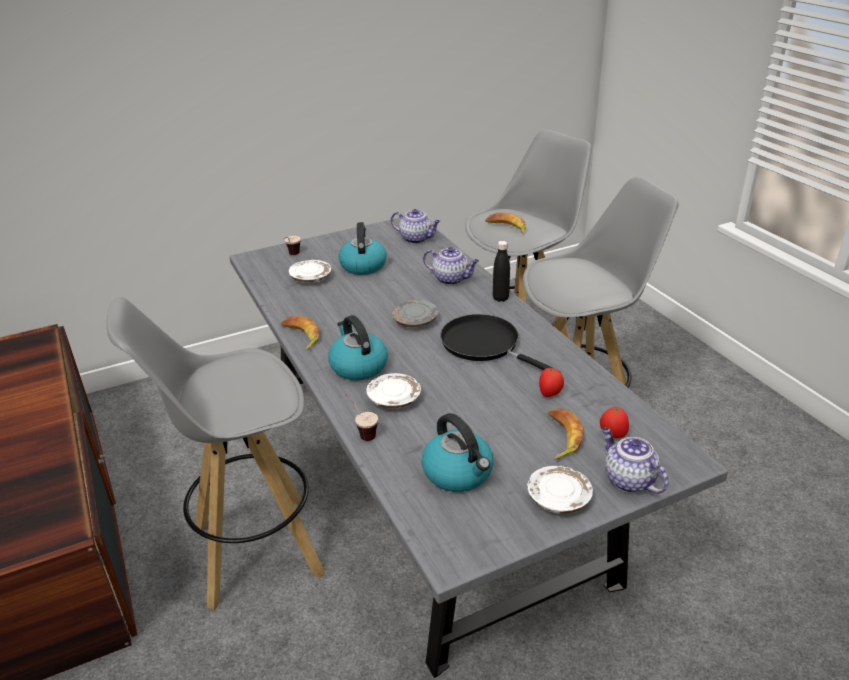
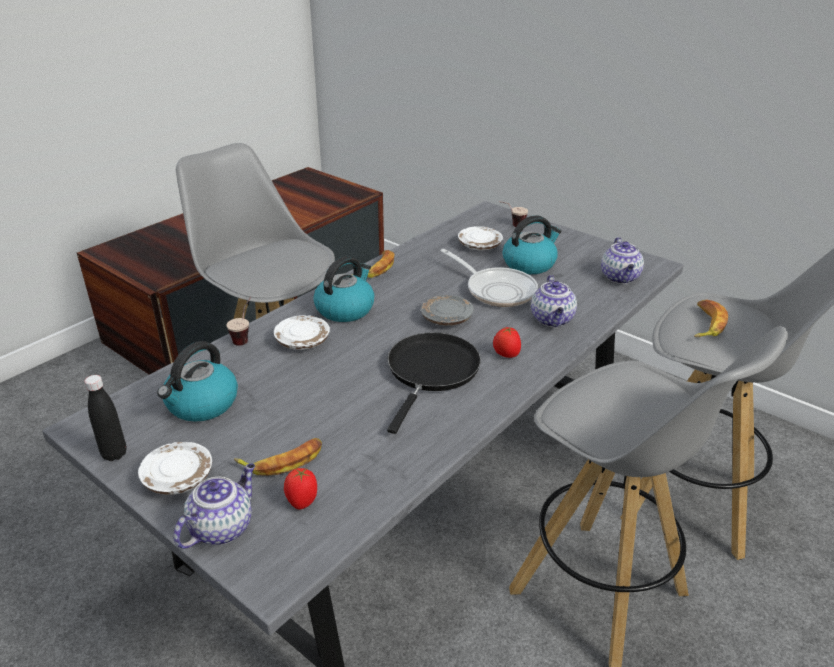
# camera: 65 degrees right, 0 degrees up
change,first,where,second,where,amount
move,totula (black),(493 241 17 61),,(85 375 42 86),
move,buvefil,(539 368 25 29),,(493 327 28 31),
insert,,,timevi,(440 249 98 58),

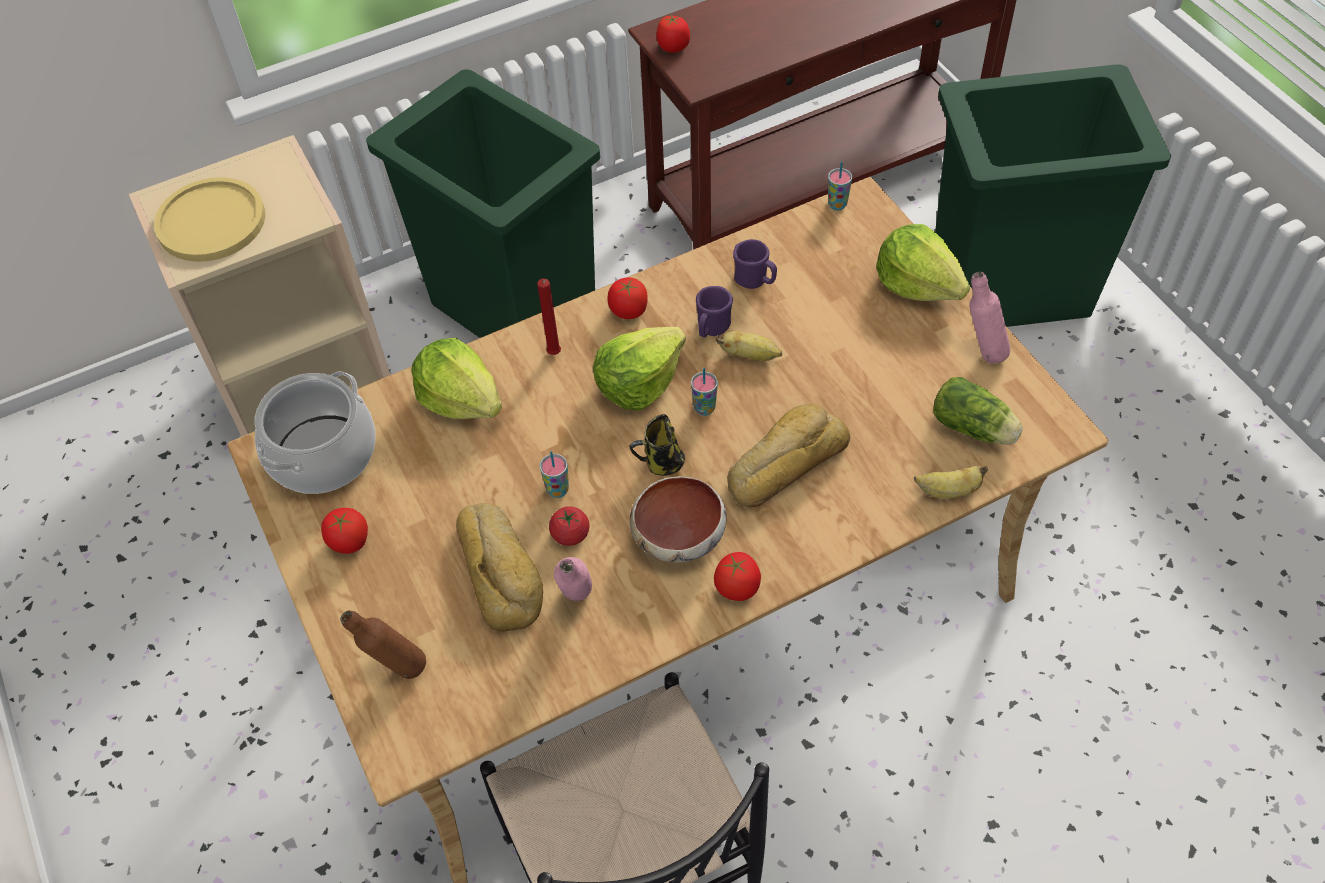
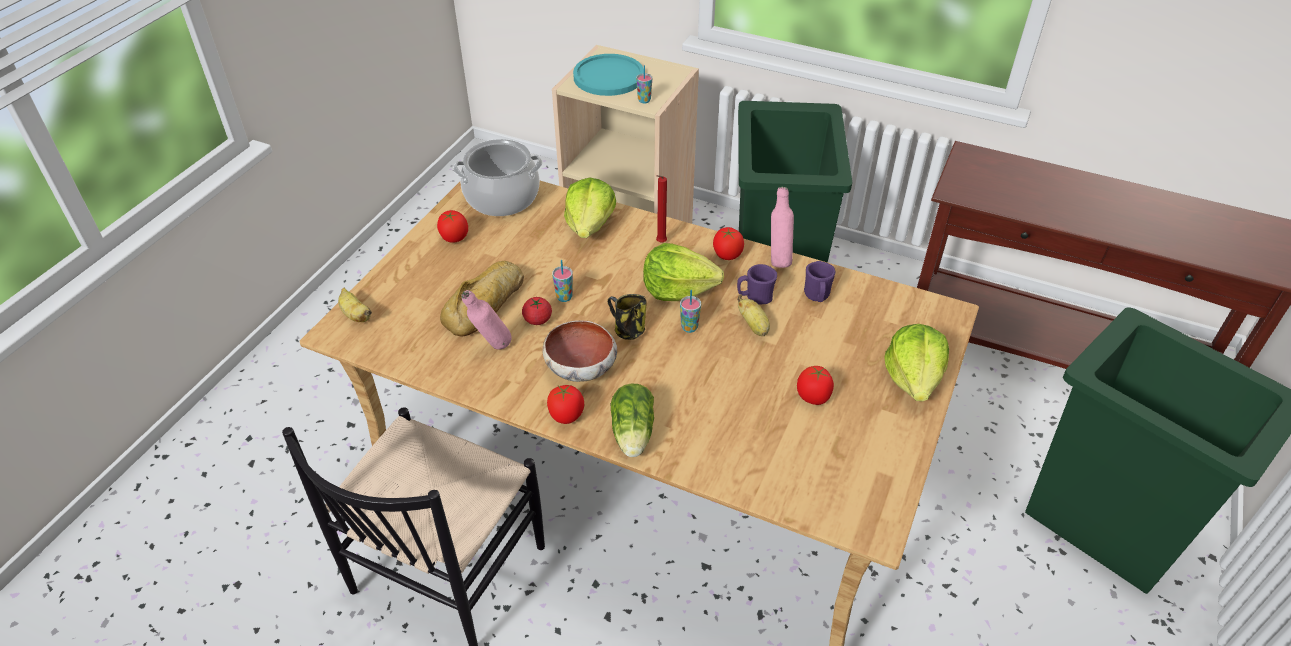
# camera: 50 degrees right, 10 degrees down
change,first,where,second,where,amount
move,buvefil,(656 14 34 39),,(797 366 37 39),
move,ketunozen,(828 161 24 49),,(636 65 16 39),
recolor,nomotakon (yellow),(154 177 111 85),nomotakon (turquoise),(573 54 71 42),
move,totula (pink),(969 272 41 92),,(771 187 23 81),
move,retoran,(933 377 90 68),,(611 384 43 73),
delete,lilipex,(727 404 123 103),,,
move,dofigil,(914 466 74 33),,(338 288 34 34),
delete,totula (brown),(340 611 86 68),,,

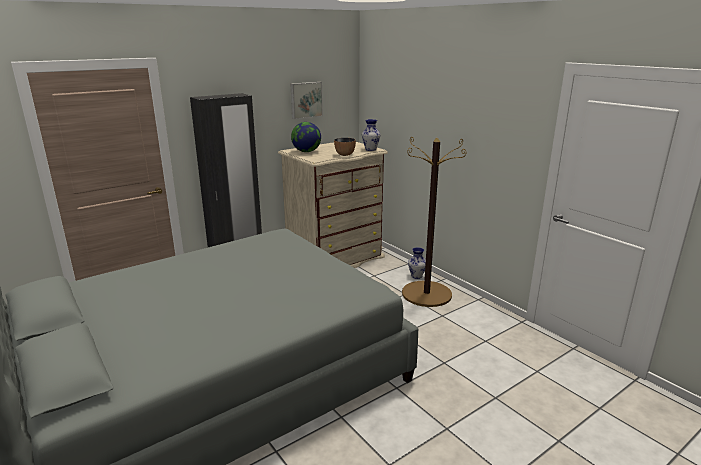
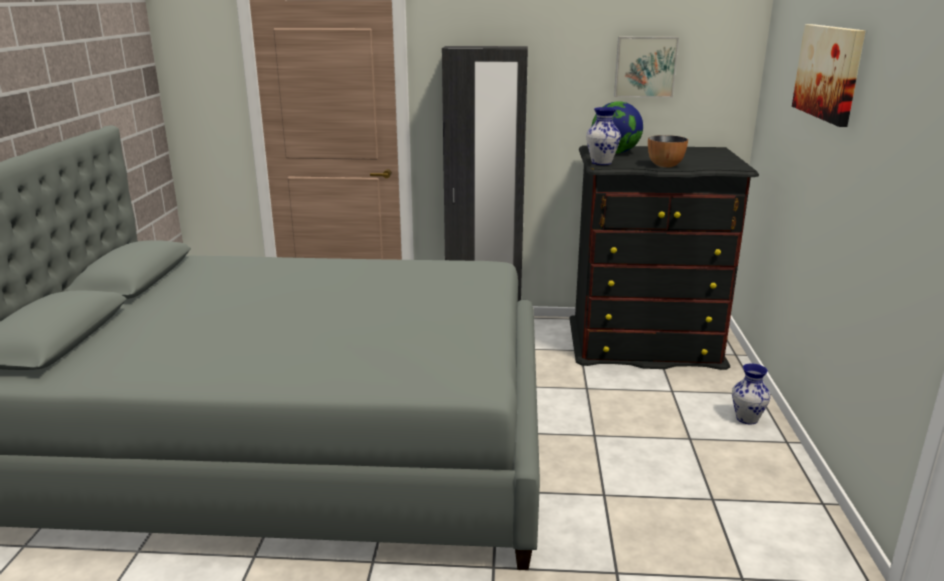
# camera: 40 degrees right, 0 degrees up
change,first,where,second,where,amount
move,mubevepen,(362 119 18 32),,(586 107 35 58),
delete,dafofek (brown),(402 137 64 170),,,
recolor,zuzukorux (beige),(278 142 110 126),zuzukorux (black),(569 146 190 224),
insert,,,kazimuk,(792 24 74 103),

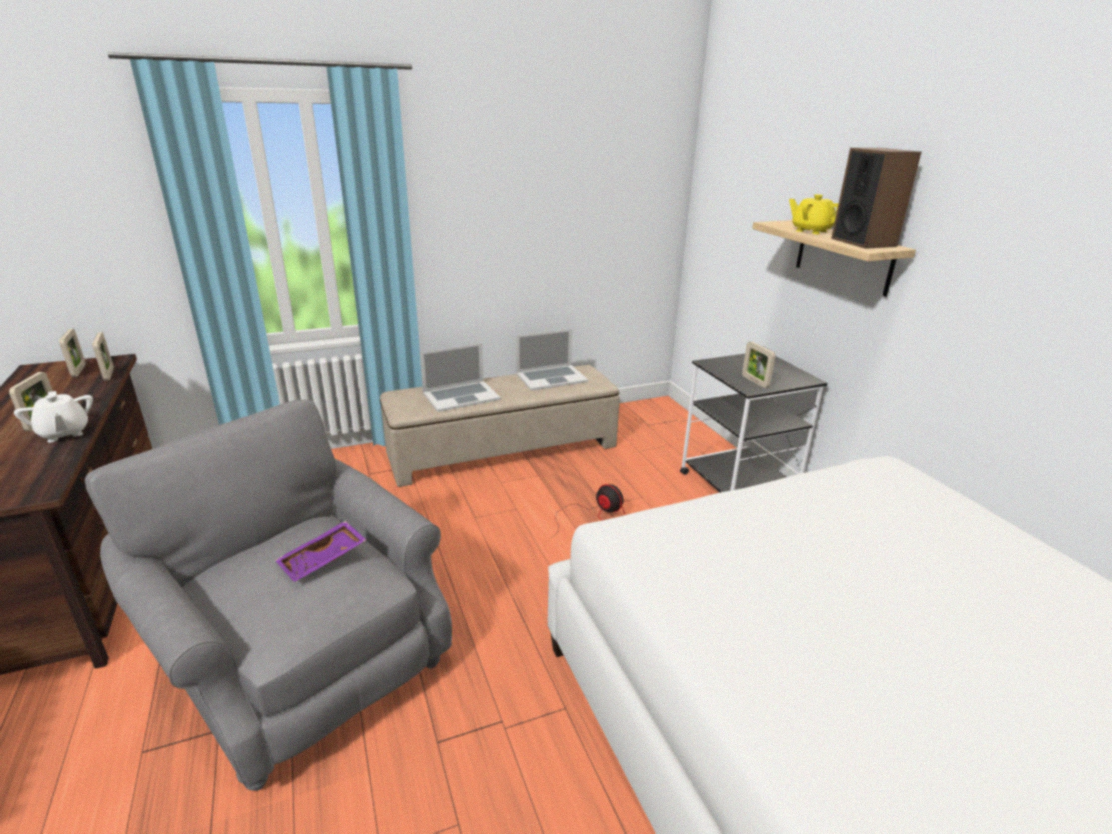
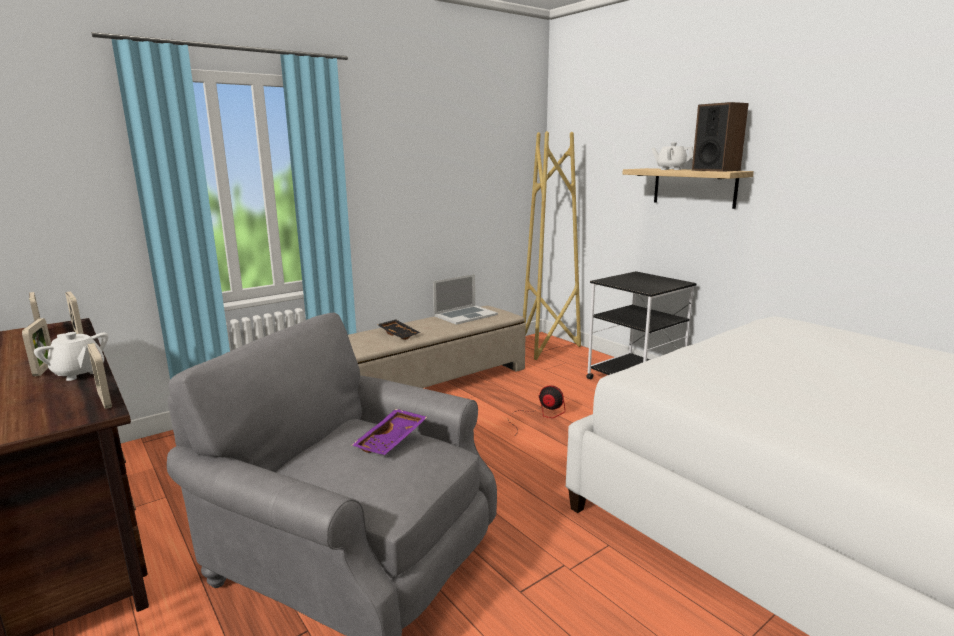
# camera: 15 degrees left, 10 degrees down
change,first,where,second,where,amount
recolor,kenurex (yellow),(789 194 50 40),kenurex (white),(651 142 43 28),
move,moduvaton,(742 342 33 46),,(87 343 25 66),
replace,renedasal,(420 343 81 69),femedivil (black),(377 320 44 20),
insert,,,dafofek (yellow),(523 131 58 229),

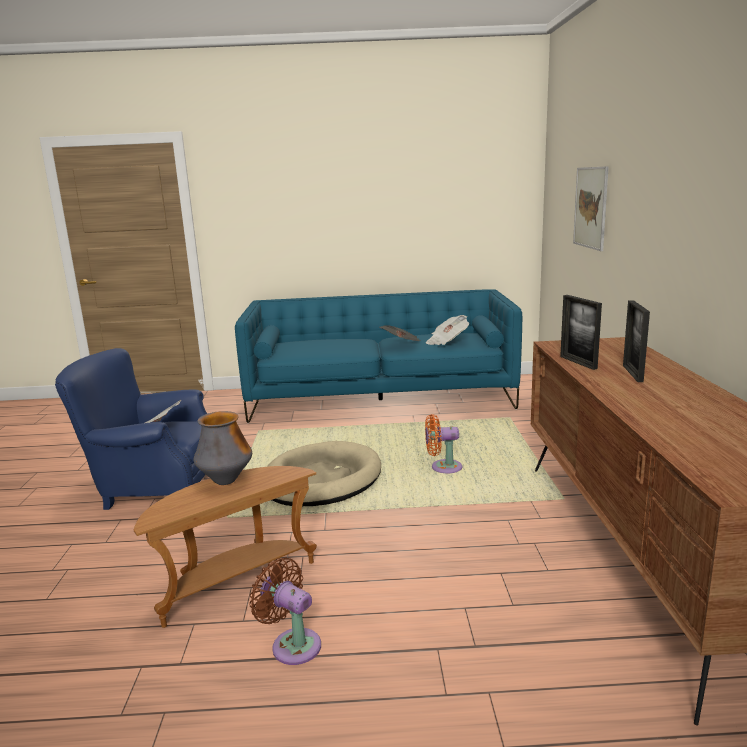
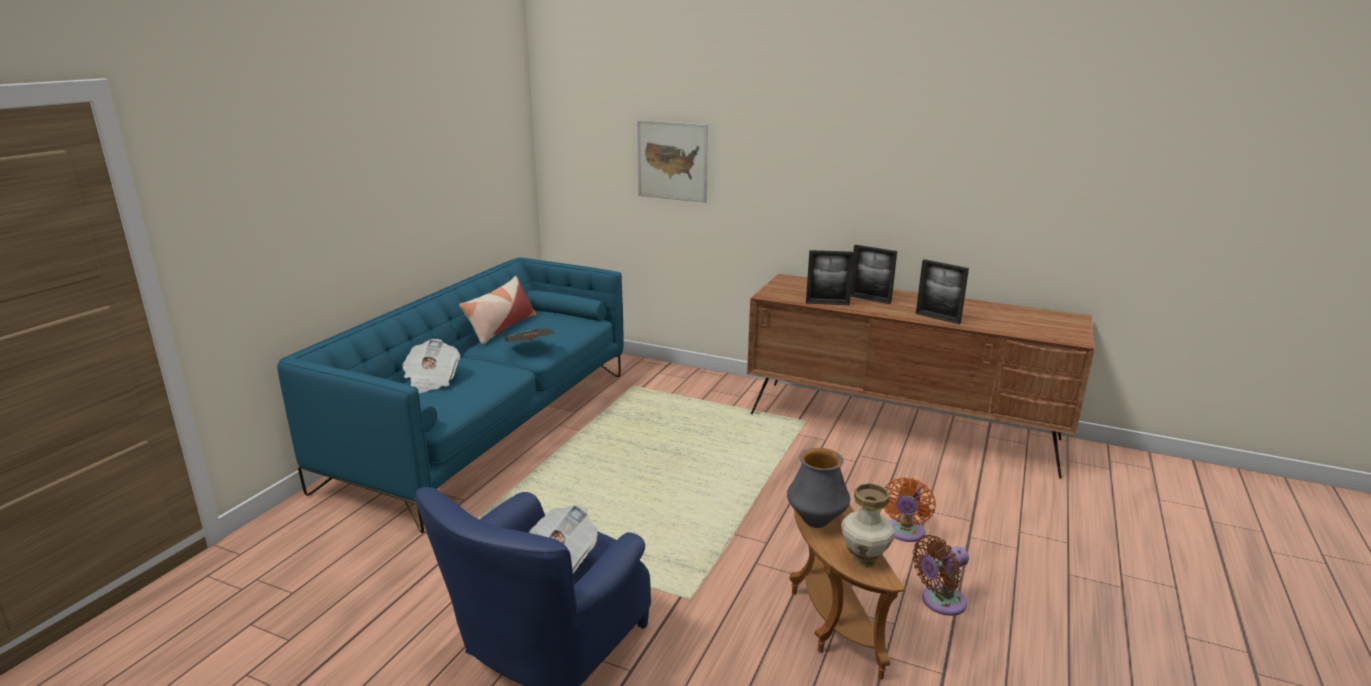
# camera: 65 degrees left, 5 degrees up
change,first,where,second,where,amount
move,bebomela,(426 315 43 30),,(402 339 58 54),
move,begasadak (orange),(425 414 37 59),,(884 477 52 65),
delete,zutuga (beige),(267 441 114 65),,,
insert,,,moduvaton,(916 259 53 65),
insert,,,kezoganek,(459 276 78 69),
insert,,,mubevepen,(841 483 54 85),

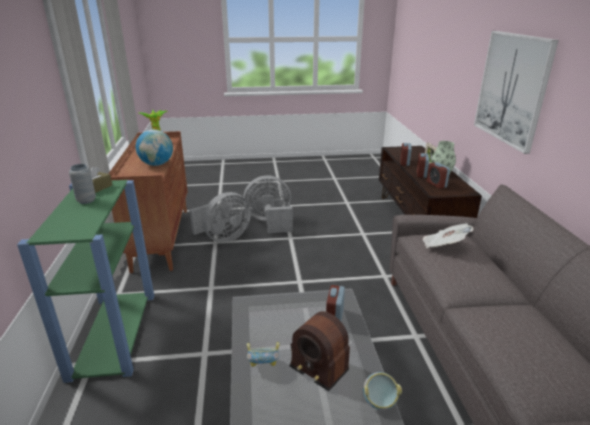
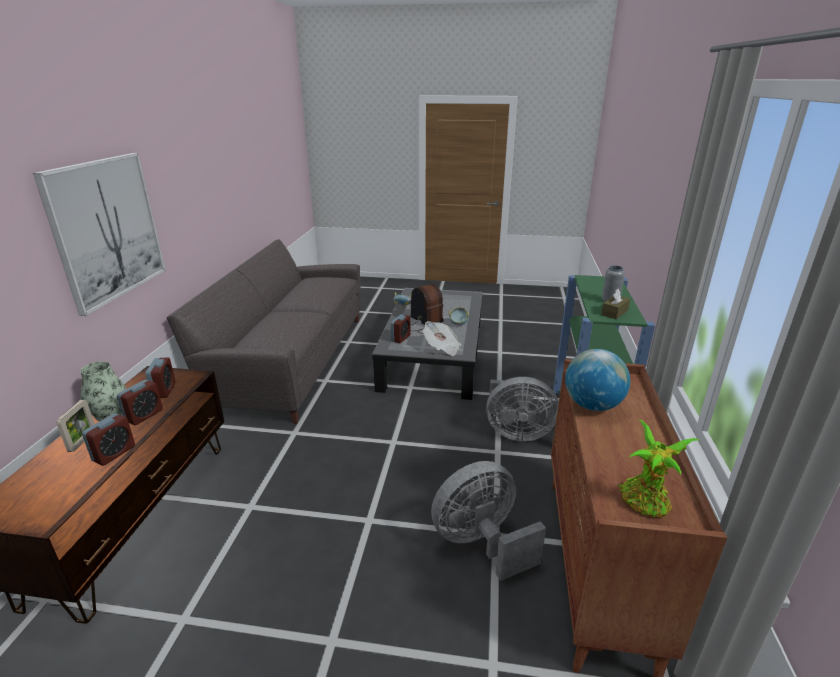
# camera: 165 degrees left, 0 degrees up
change,first,where,second,where,amount
move,begasadak (grey),(243 175 50 58),,(486 377 73 64),
move,bebomela,(423 223 50 25),,(422 321 39 35),

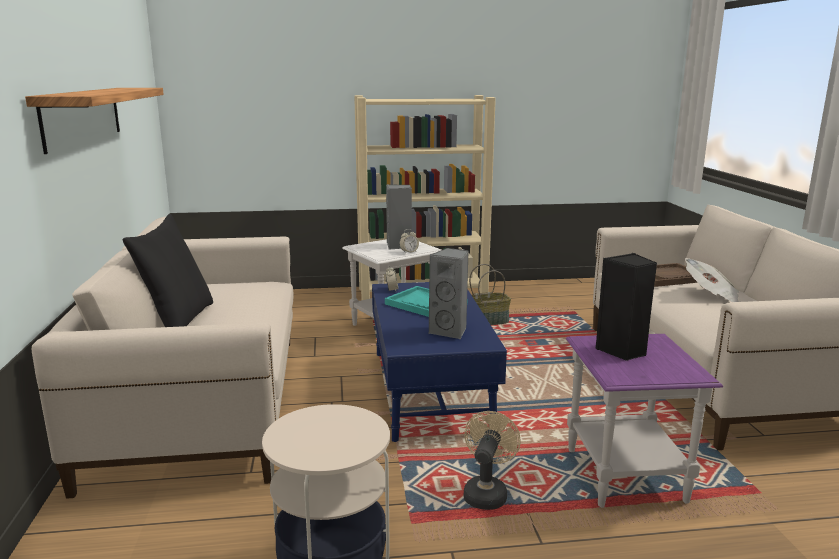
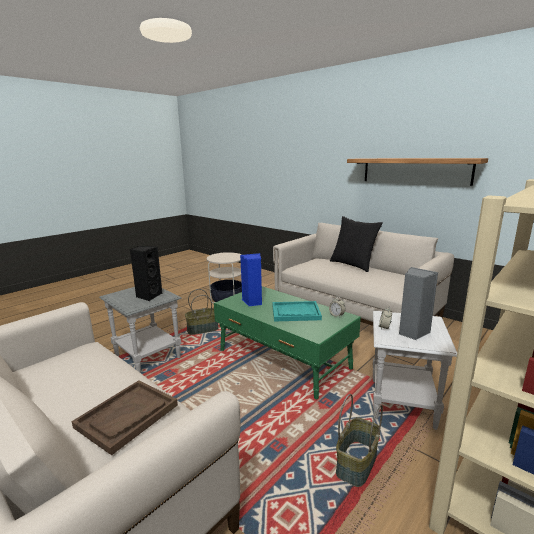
# camera: 140 degrees right, 0 degrees up
change,first,where,second,where,amount
recolor,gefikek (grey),(429 248 40 91),gefikek (blue),(240 253 22 53),
delete,bebomela,(685 258 54 44),,,
recolor,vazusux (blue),(372 282 135 160),vazusux (green),(214 286 147 113),
recolor,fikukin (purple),(566 334 157 174),fikukin (grey),(99 287 83 86),
replace,begasadak (beige),(464 411 57 99),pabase,(185 289 34 46),

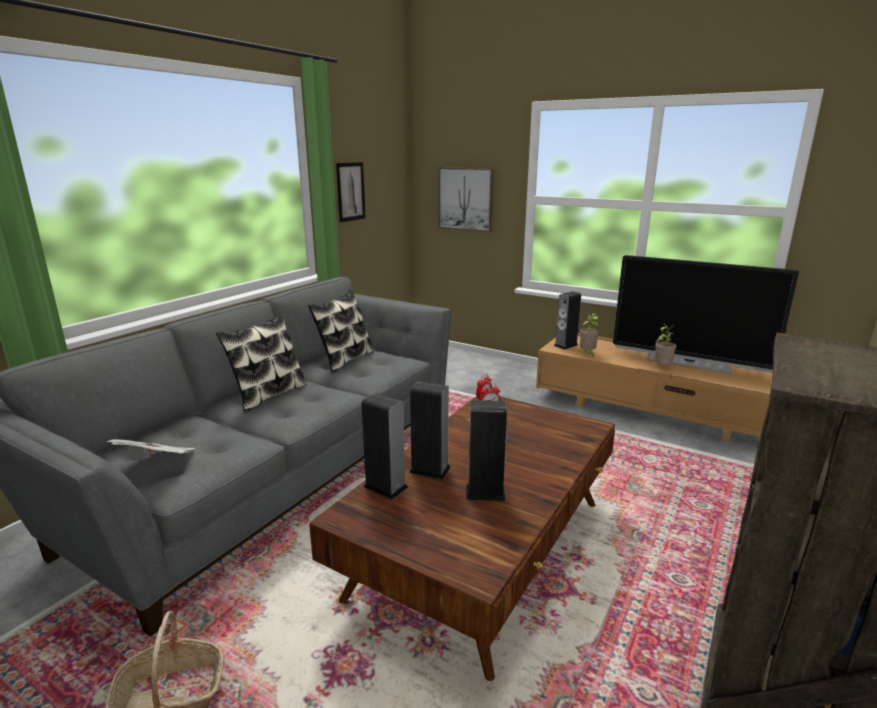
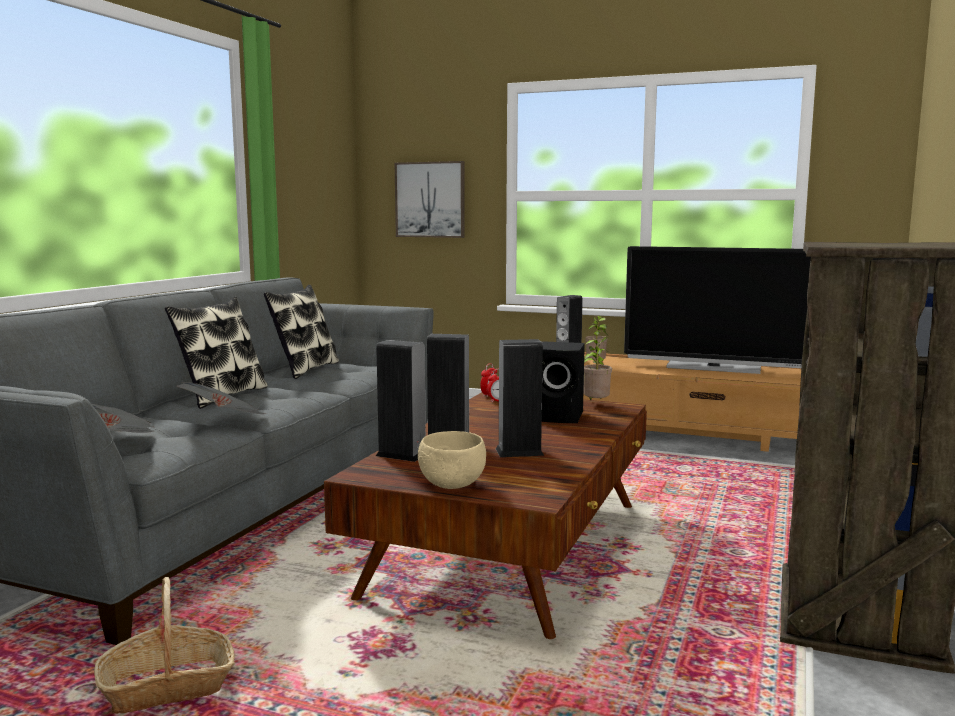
# camera: 10 degrees left, 10 degrees down
change,first,where,second,where,amount
delete,kazimuk,(336 162 30 60),,,
move,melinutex,(655 324 21 41),,(584 337 28 63),
insert,,,gefikek (black),(542 341 43 82),
insert,,,bebomela,(177 382 90 32),
insert,,,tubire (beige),(418 431 68 58),

